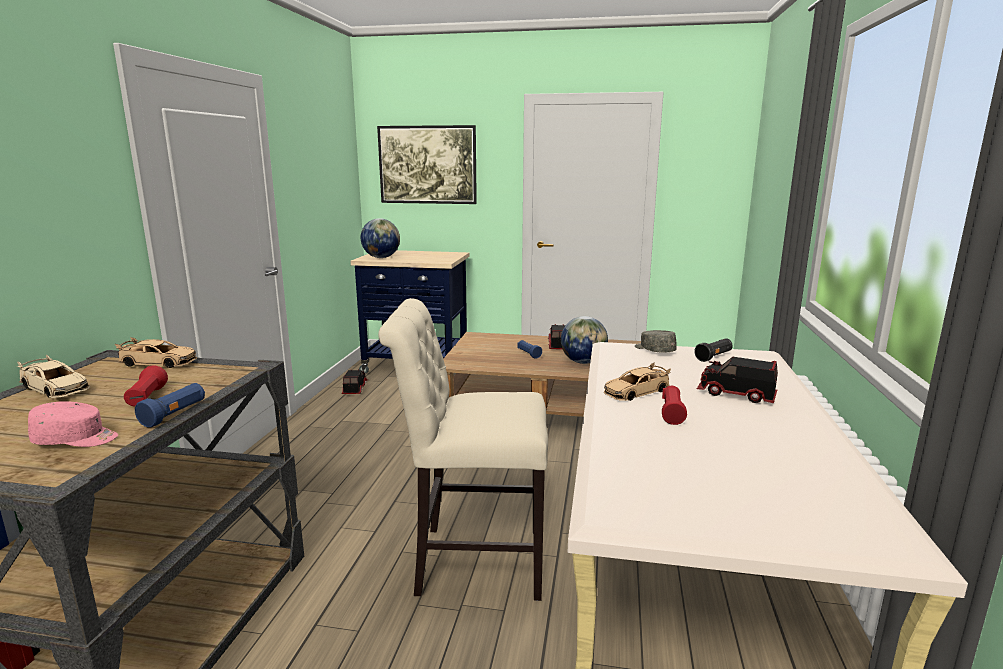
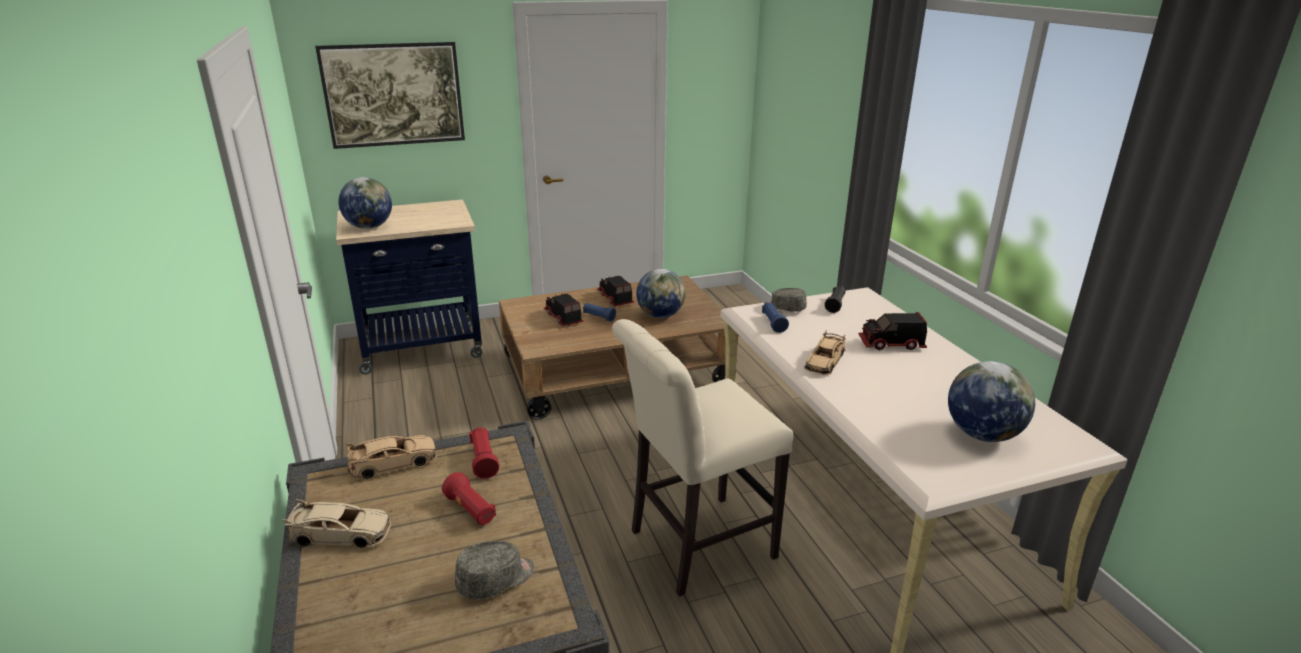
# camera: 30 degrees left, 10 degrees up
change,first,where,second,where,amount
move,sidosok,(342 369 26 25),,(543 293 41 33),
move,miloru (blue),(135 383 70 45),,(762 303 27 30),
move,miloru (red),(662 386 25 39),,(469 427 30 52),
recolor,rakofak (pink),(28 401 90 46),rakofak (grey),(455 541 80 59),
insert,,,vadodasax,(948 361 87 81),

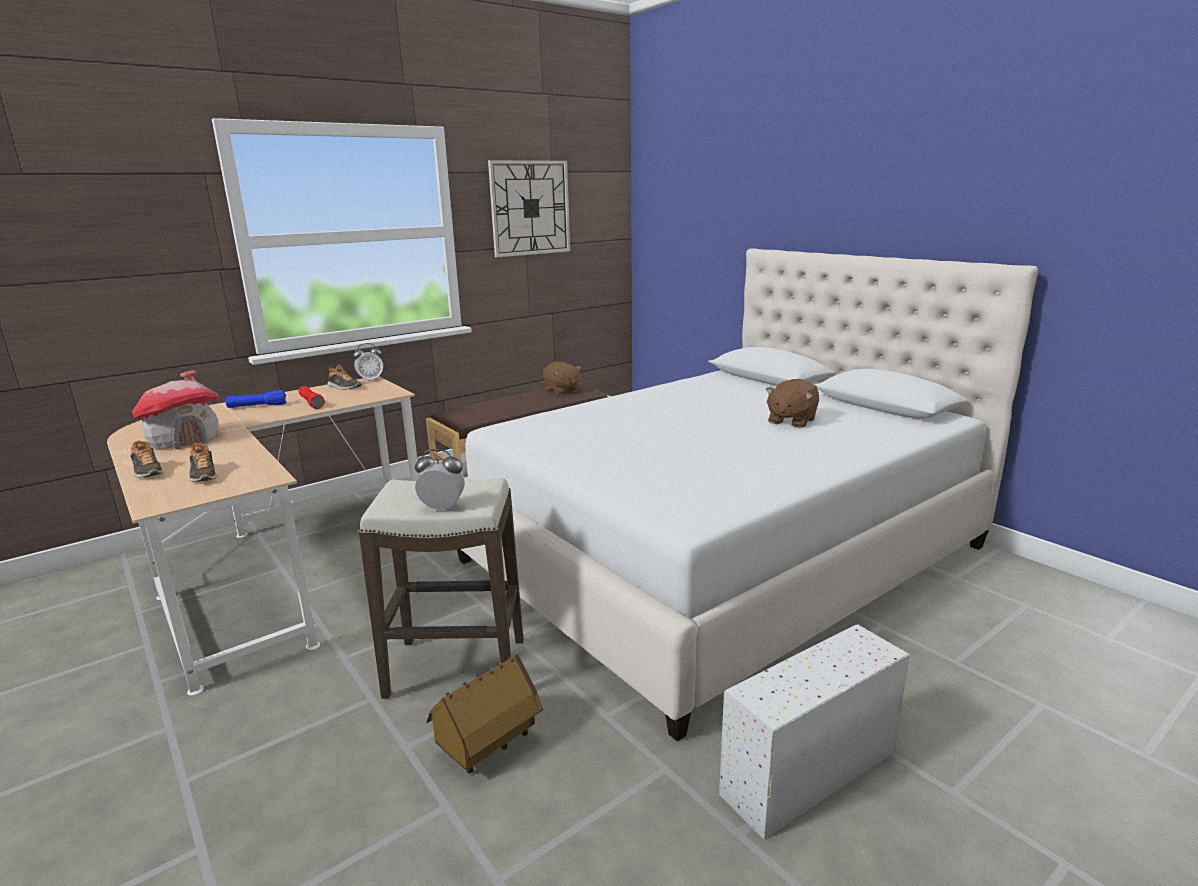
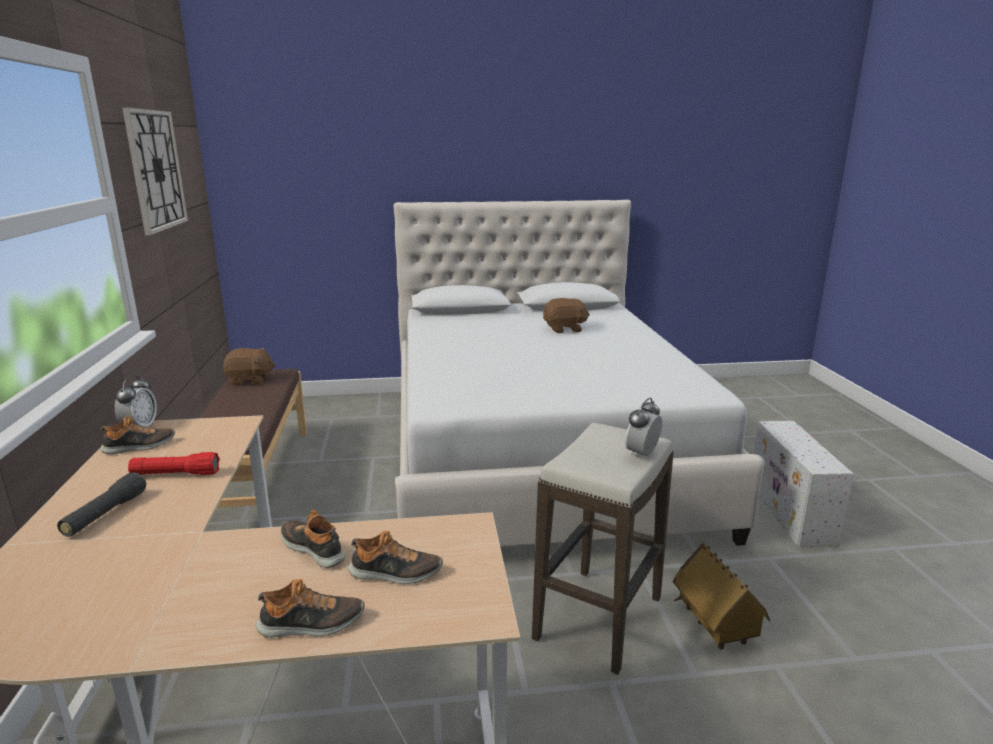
# camera: 60 degrees left, 0 degrees up
change,first,where,second,where,amount
delete,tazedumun,(132 370 87 79),,,
rotate,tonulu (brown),(765 379 54 49),,(543 298 47 35),75 degrees counterclockwise
recolor,miloru (blue),(226 390 60 18),miloru (black),(57 473 89 64),
insert,,,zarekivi,(280 510 65 58),

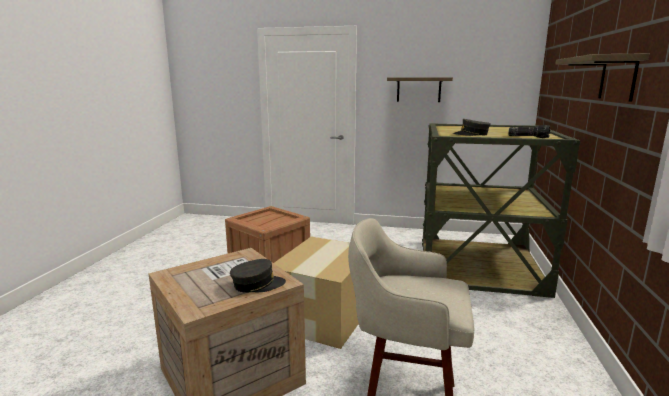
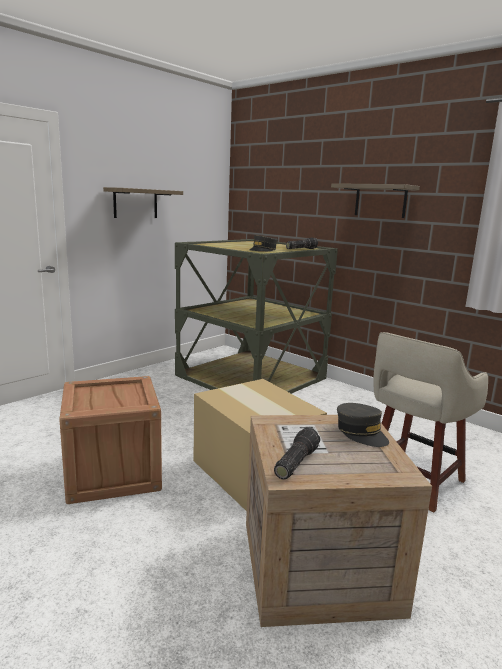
# camera: 60 degrees left, 0 degrees up
change,first,where,second,where,amount
rotate,rakofak (grey),(230 259 56 34),,(337 403 52 44),135 degrees clockwise
insert,,,miloru,(274 428 46 52),

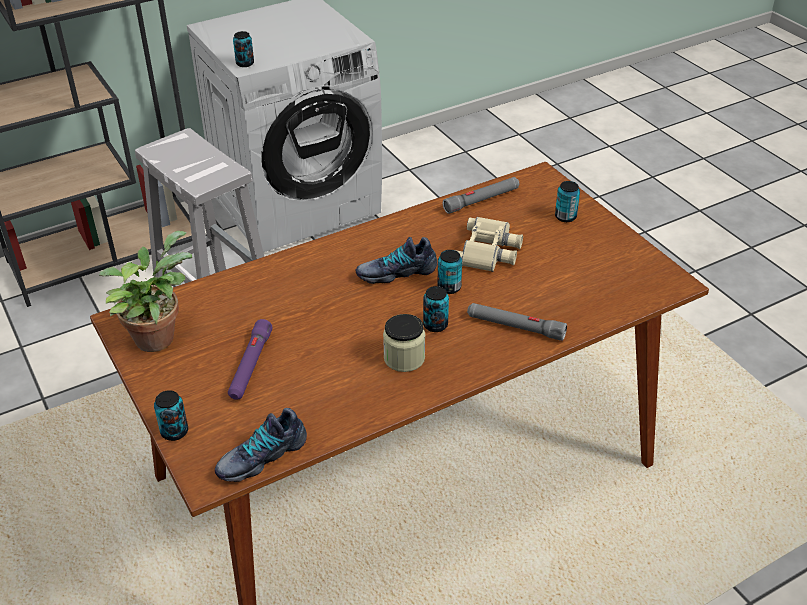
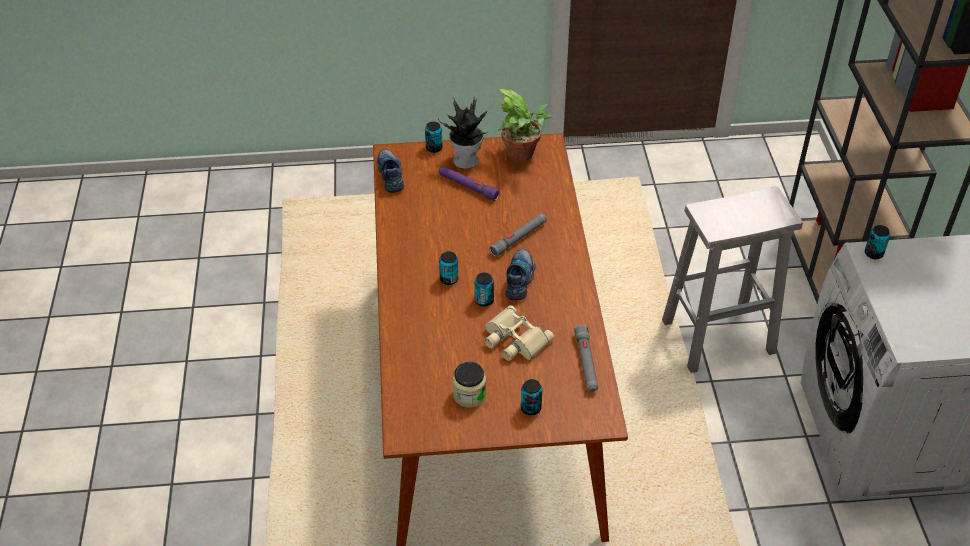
# camera: 115 degrees right, 5 degrees up
change,first,where,second,where,amount
move,miloru (grey),(467 303 100 38),,(489 213 58 44),
move,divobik,(383 314 42 58),,(453 362 33 46),
insert,,,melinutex,(438 97 50 72),

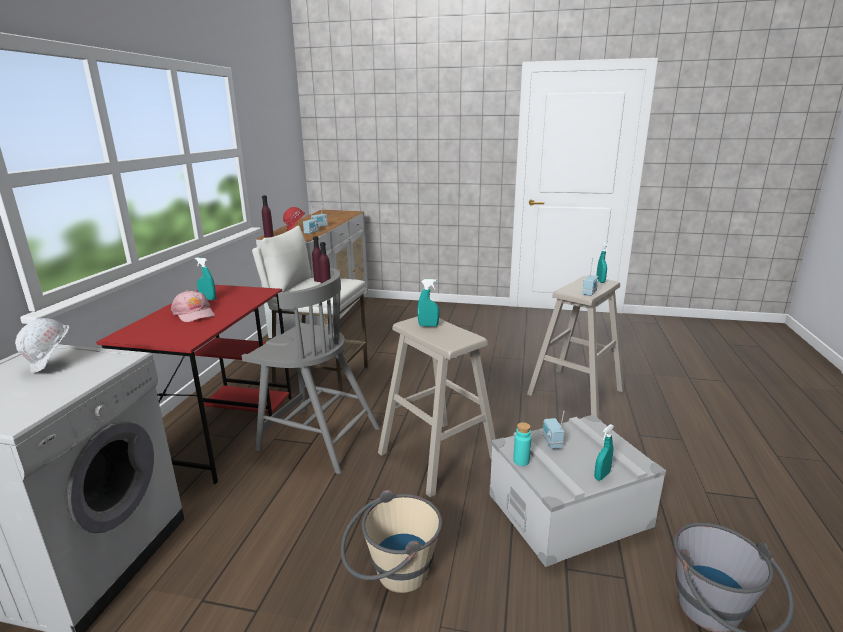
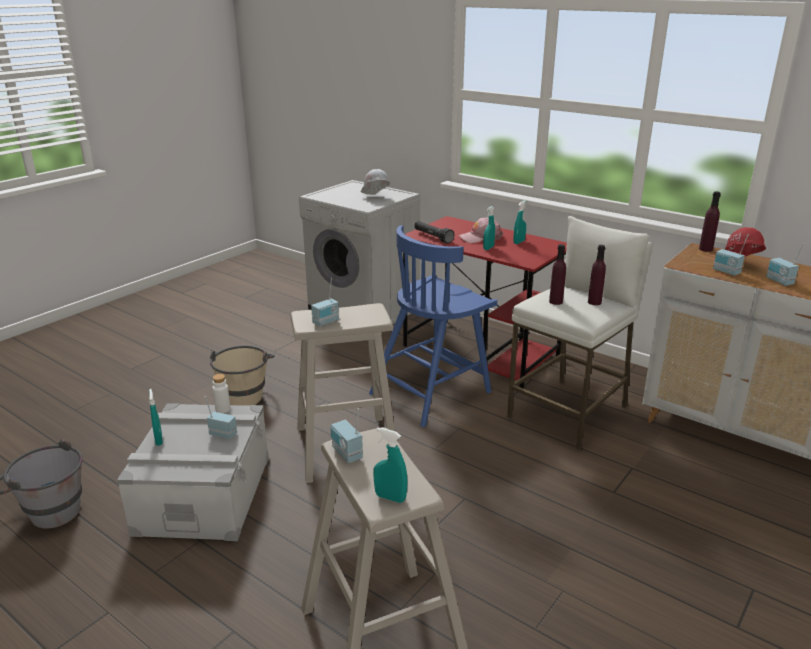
# camera: 115 degrees right, 5 degrees up
change,first,where,second,where,amount
recolor,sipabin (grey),(242 268 138 206),sipabin (blue),(369 225 128 202),
move,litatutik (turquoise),(418 279 21 48),,(483 206 12 44),
recolor,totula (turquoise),(513 422 18 44),totula (white),(212 374 18 39),
insert,,,miloru (black),(415 221 39 23),
insert,,,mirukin,(311 277 28 49),

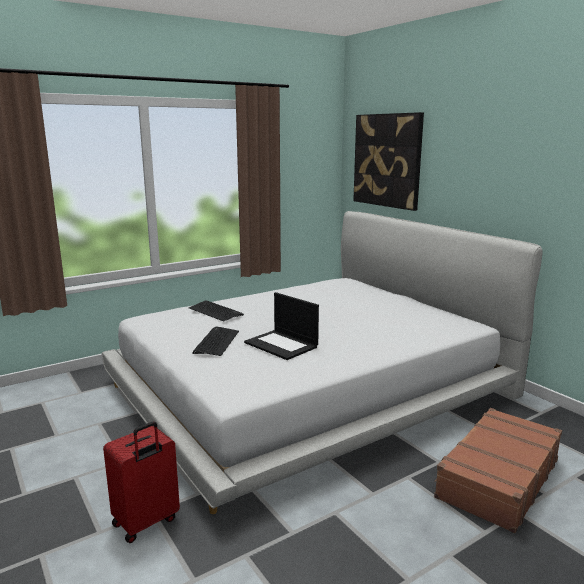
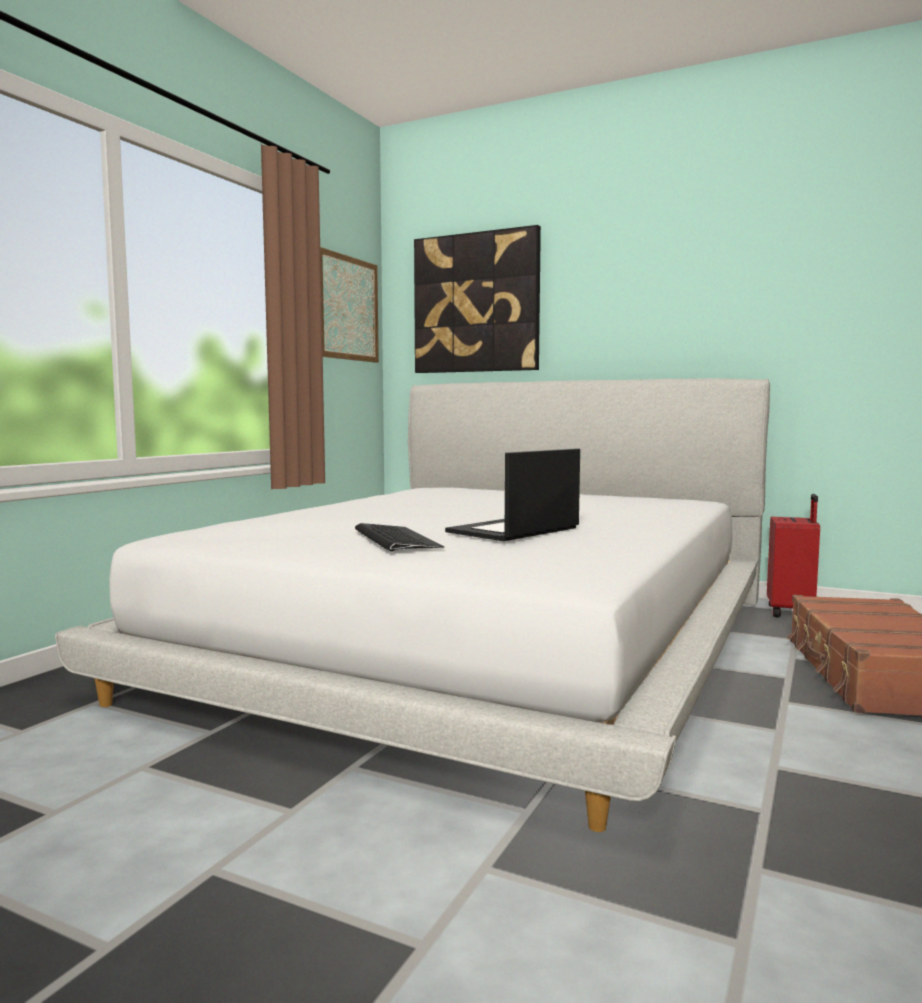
# camera: 30 degrees left, 10 degrees down
change,first,where,second,where,amount
rotate,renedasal,(244 292 75 68),,(445 449 135 92),120 degrees clockwise
delete,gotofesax,(189 300 55 22),,,
move,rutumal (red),(103 421 77 122),,(767 494 53 124),
insert,,,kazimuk,(320 247 59 116),

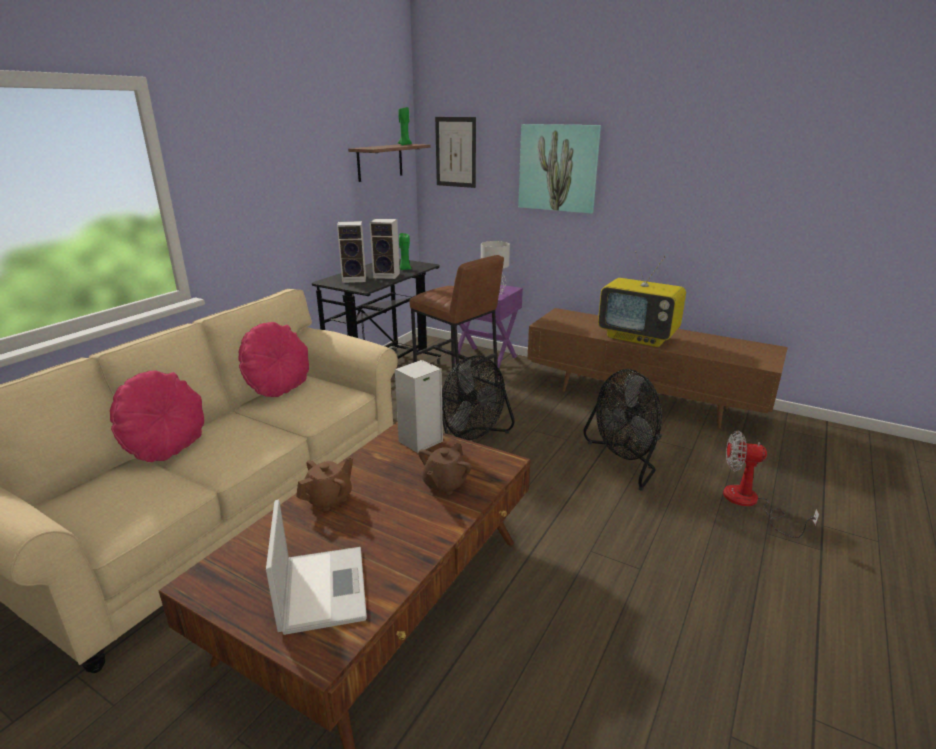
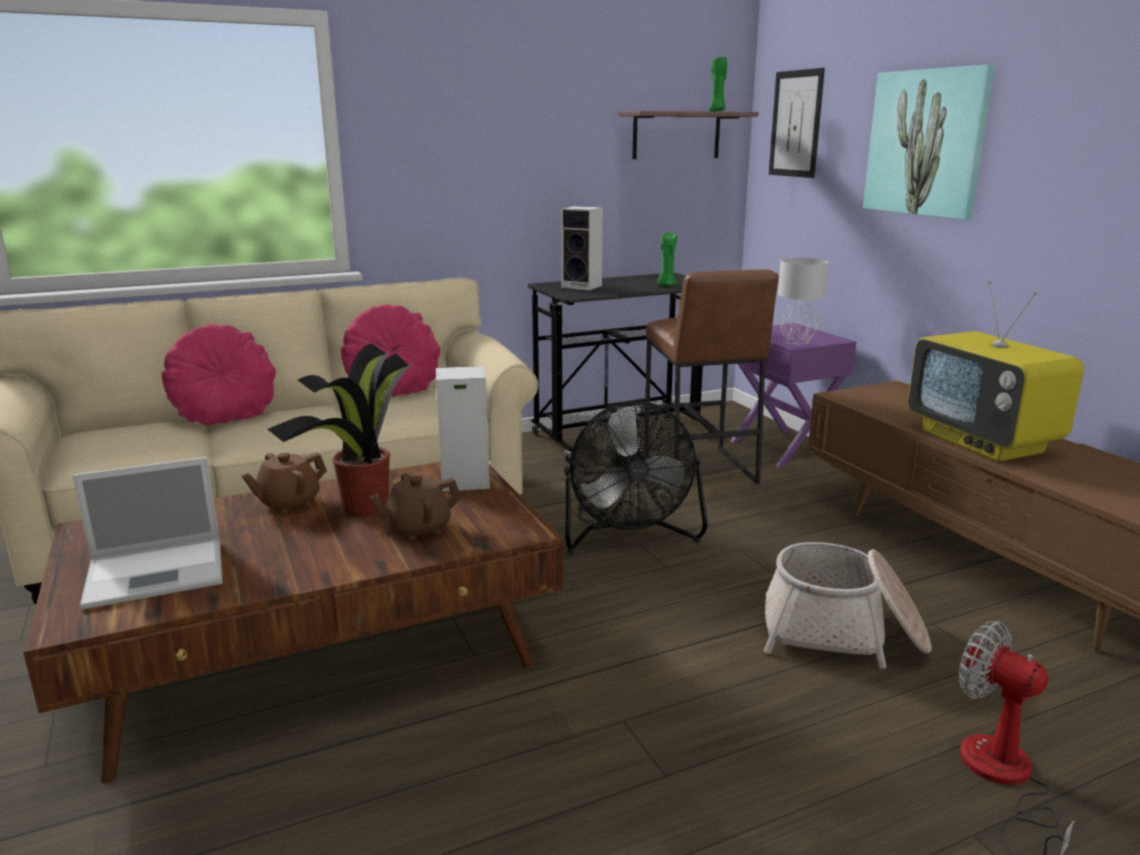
# camera: 35 degrees right, 5 degrees down
change,first,where,second,where,amount
delete,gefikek,(369 219 31 60),,,
replace,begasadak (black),(583 369 79 122),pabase,(764 542 168 127),
rotate,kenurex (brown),(296 457 57 54),,(242 452 85 62),150 degrees clockwise
rotate,renedasal,(266 499 101 136),,(73 457 149 153),45 degrees clockwise
insert,,,melinutex,(268 343 147 174),

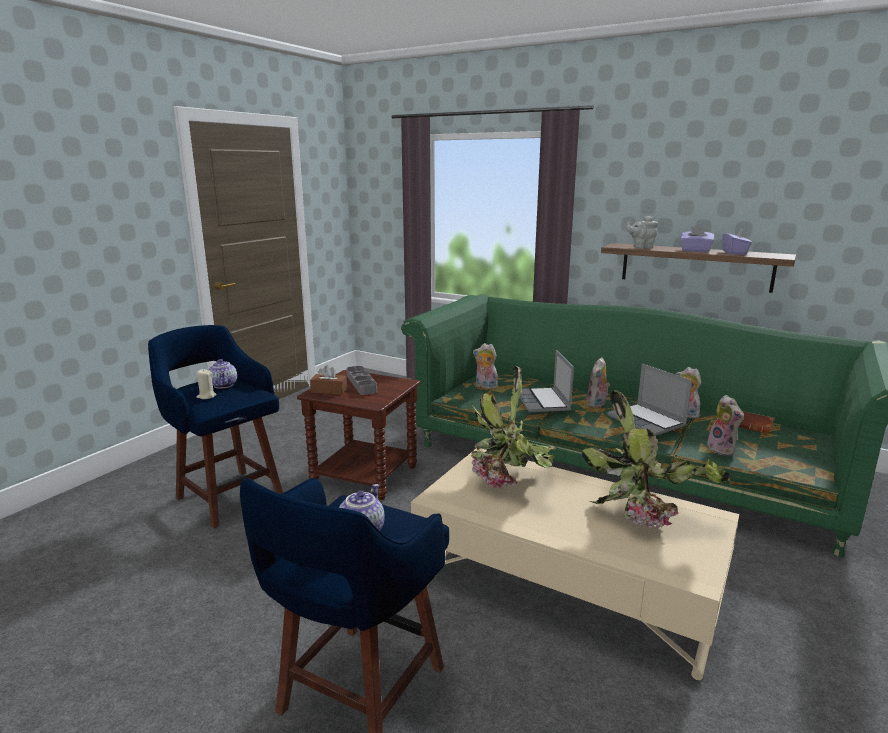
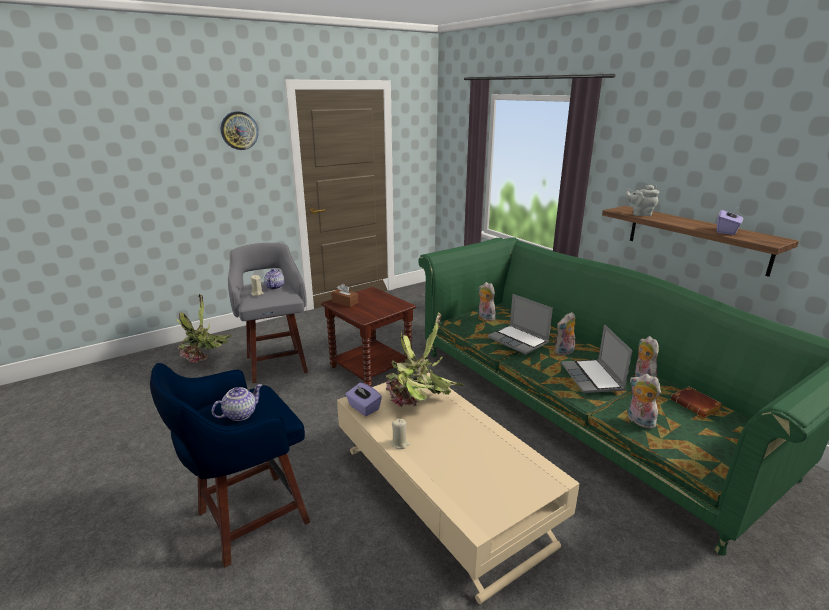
# camera: 25 degrees right, 5 degrees up
change,first,where,second,where,amount
move,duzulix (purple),(681 226 33 26),,(345 383 37 33),
recolor,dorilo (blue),(148 325 135 203),dorilo (grey),(228 243 80 140),
rotate,renedasal,(520 350 54 62),,(488 294 65 60),60 degrees counterclockwise
delete,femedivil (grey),(347 366 30 29),,,
move,melinutex,(582 390 147 138),,(176 294 56 69),
rotate,tonulu,(707 395 37 61),,(628 374 33 55),135 degrees clockwise
insert,,,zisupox,(221 111 37 39),
insert,,,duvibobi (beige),(391 419 18 30),

